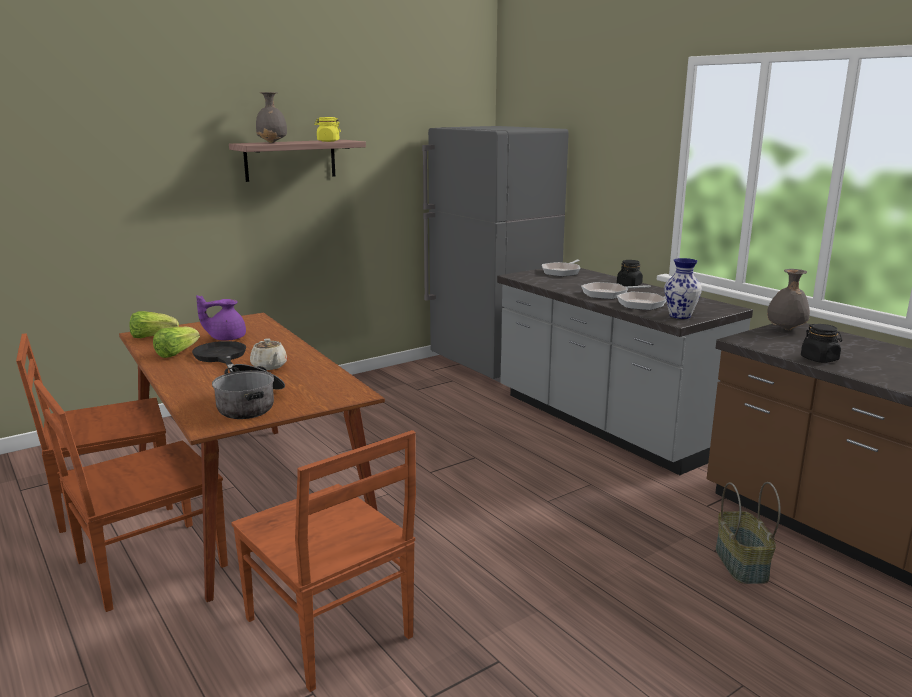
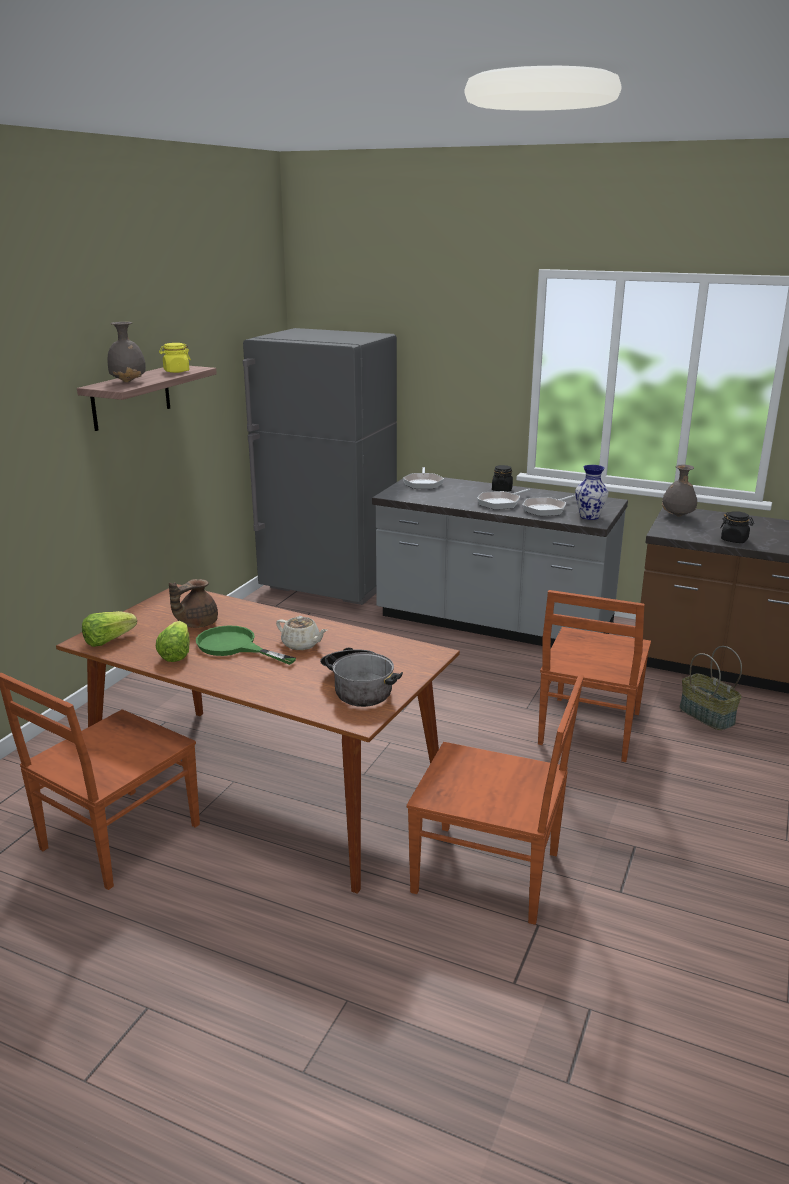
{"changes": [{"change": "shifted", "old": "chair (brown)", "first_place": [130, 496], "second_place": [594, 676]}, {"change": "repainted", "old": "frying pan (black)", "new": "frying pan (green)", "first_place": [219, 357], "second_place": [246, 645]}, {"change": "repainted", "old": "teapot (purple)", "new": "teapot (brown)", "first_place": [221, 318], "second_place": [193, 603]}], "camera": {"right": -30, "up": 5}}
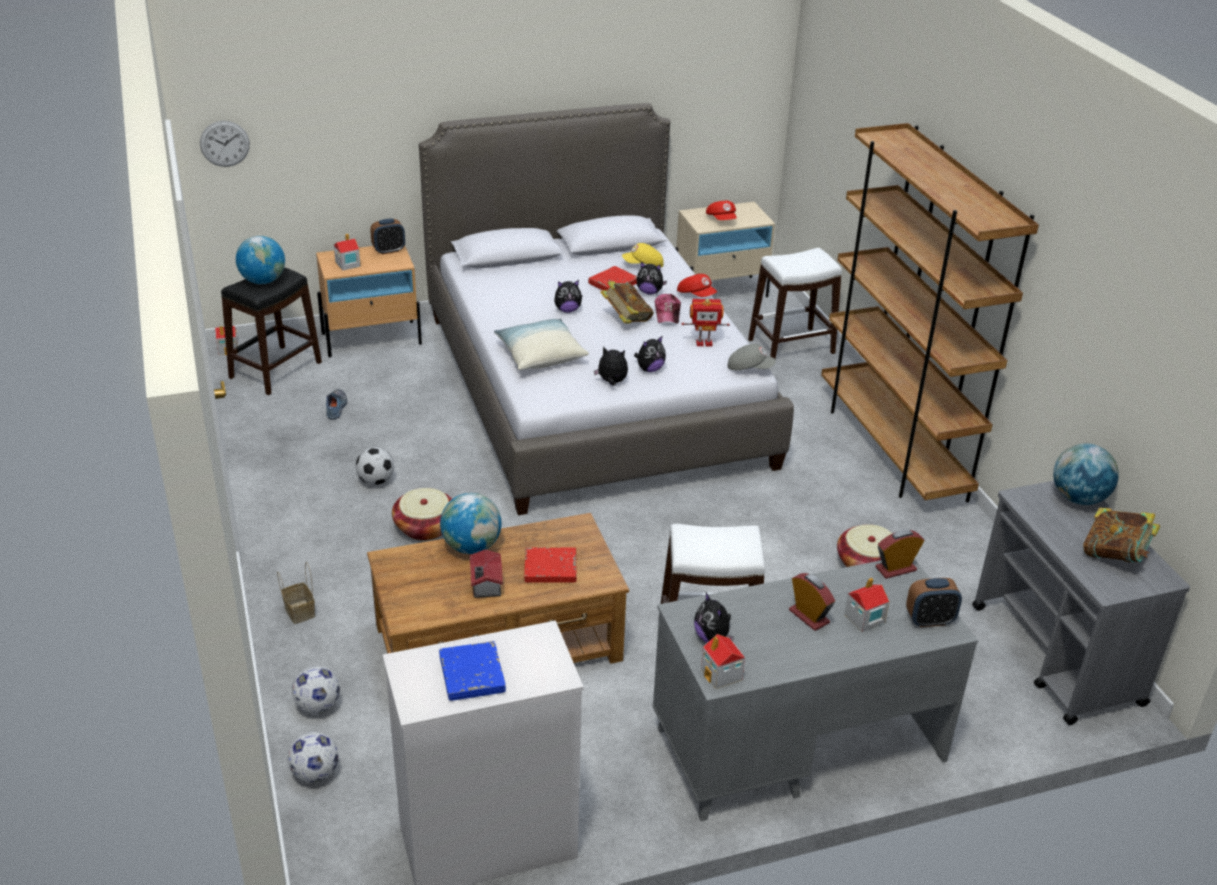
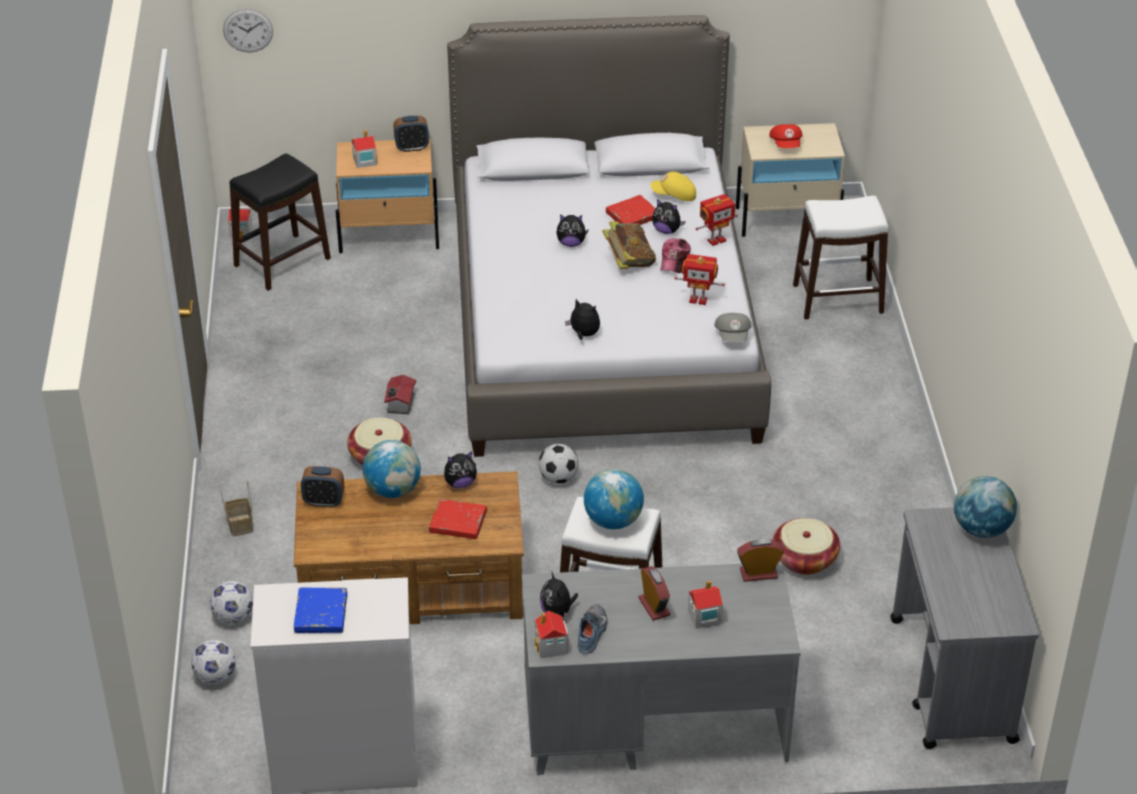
{"changes": [{"change": "shifted", "old": "globe", "first_place": [260, 260], "second_place": [614, 499]}, {"change": "shifted", "old": "shoe", "first_place": [336, 404], "second_place": [592, 629]}, {"change": "shifted", "old": "football", "first_place": [375, 466], "second_place": [559, 464]}, {"change": "shifted", "old": "toy house", "first_place": [486, 574], "second_place": [400, 394]}, {"change": "gone", "old": "pillow", "first_place": [541, 344]}, {"change": "shifted", "old": "plush toy", "first_place": [650, 354], "second_place": [460, 470]}, {"change": "swapped", "old": "cap (red)", "new": "toy robot", "first_place": [697, 285], "second_place": [717, 220]}, {"change": "rotated", "old": "cap (grey)", "first_place": [752, 357], "second_place": [733, 327], "degrees": 60}, {"change": "gone", "old": "bookcase (brown)", "first_place": [930, 313]}, {"change": "shifted", "old": "alarm clock", "first_place": [934, 602], "second_place": [323, 487]}, {"change": "gone", "old": "book", "first_place": [1121, 535]}], "camera": {"right": 15, "up": 5}}
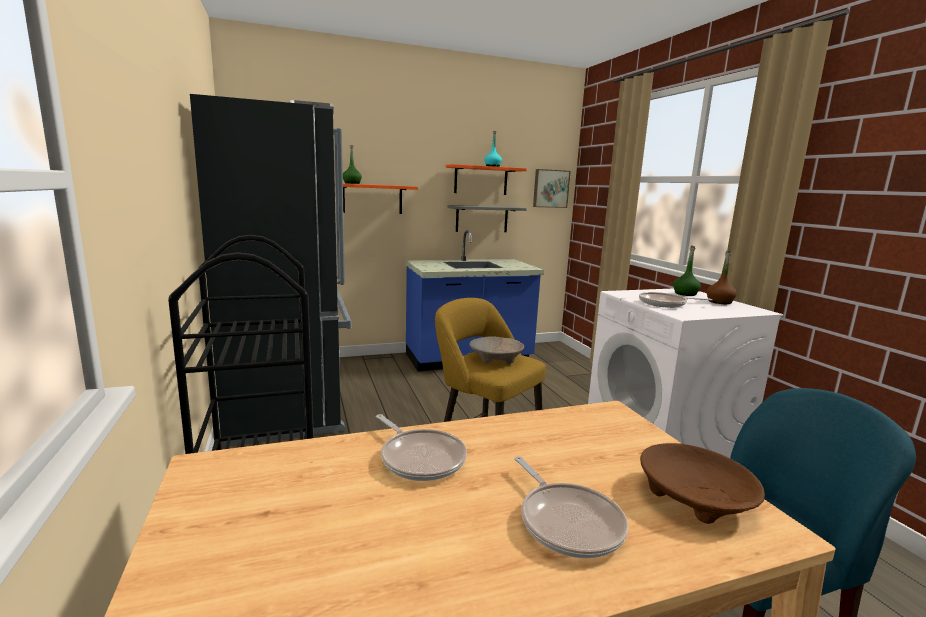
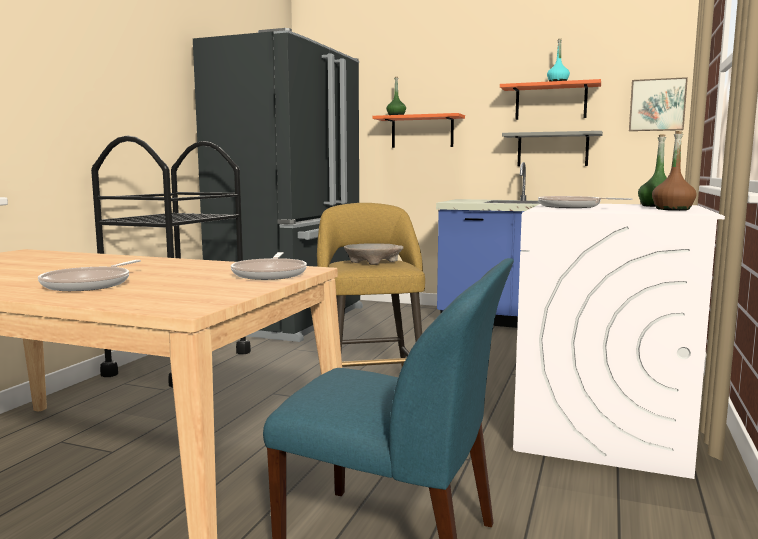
{"changes": [{"change": "shifted", "old": "frying pan", "first_place": [421, 447], "second_place": [269, 266]}, {"change": "gone", "old": "bowl (brown)", "first_place": [702, 483]}], "camera": {"right": 40, "up": -5}}
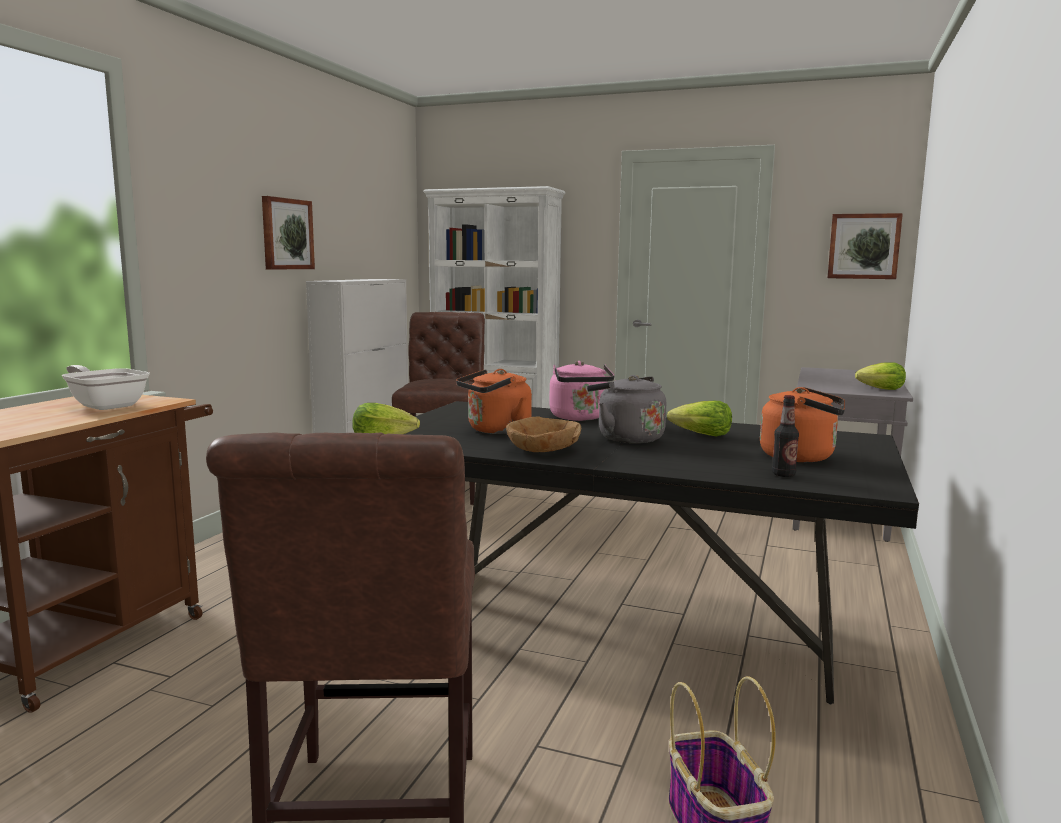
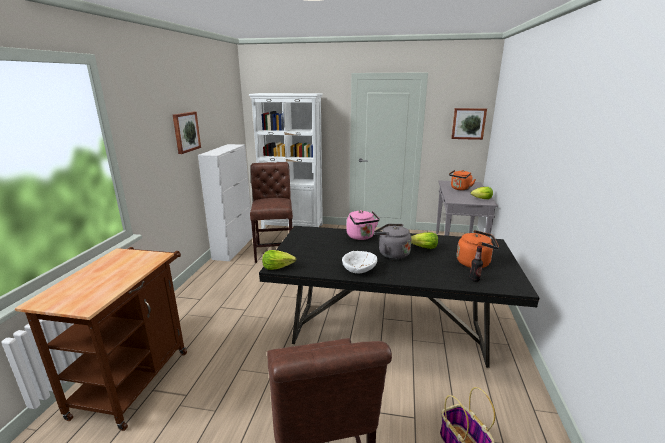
{"changes": [{"change": "gone", "old": "frying pan", "first_place": [106, 387]}, {"change": "shifted", "old": "kettle (orange)", "first_place": [494, 401], "second_place": [462, 180]}, {"change": "repainted", "old": "bowl (brown)", "new": "bowl (white)", "first_place": [543, 434], "second_place": [359, 262]}], "camera": {"right": -10, "up": 10}}
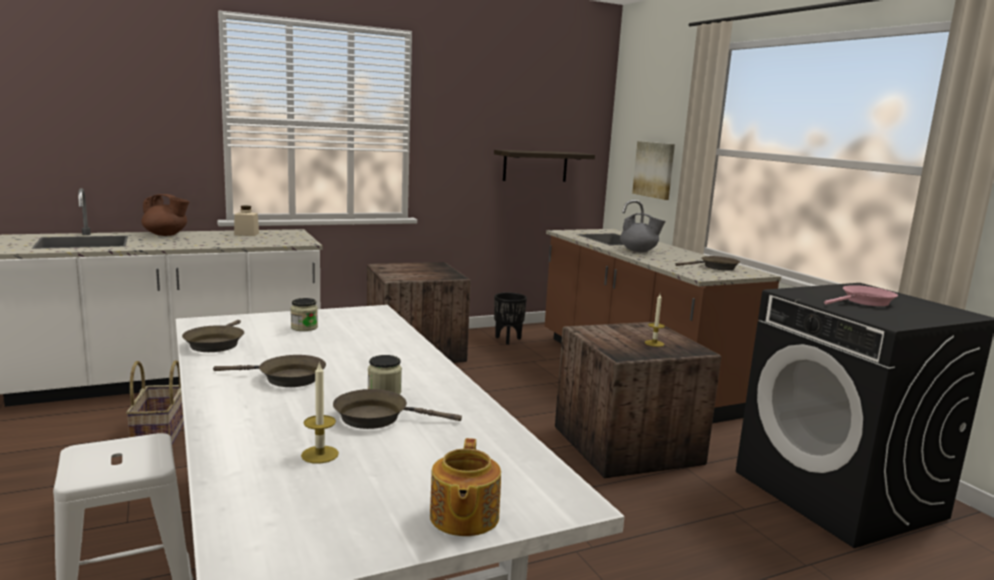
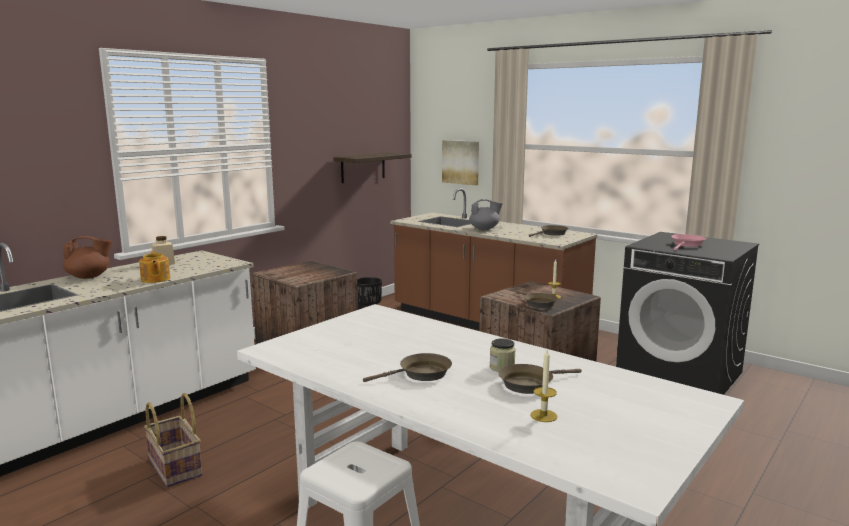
{"changes": [{"change": "shifted", "old": "frying pan (brown)", "first_place": [213, 336], "second_place": [537, 299]}, {"change": "gone", "old": "jar", "first_place": [304, 314]}, {"change": "shifted", "old": "teapot", "first_place": [465, 487], "second_place": [154, 267]}], "camera": {"right": -25, "up": 0}}
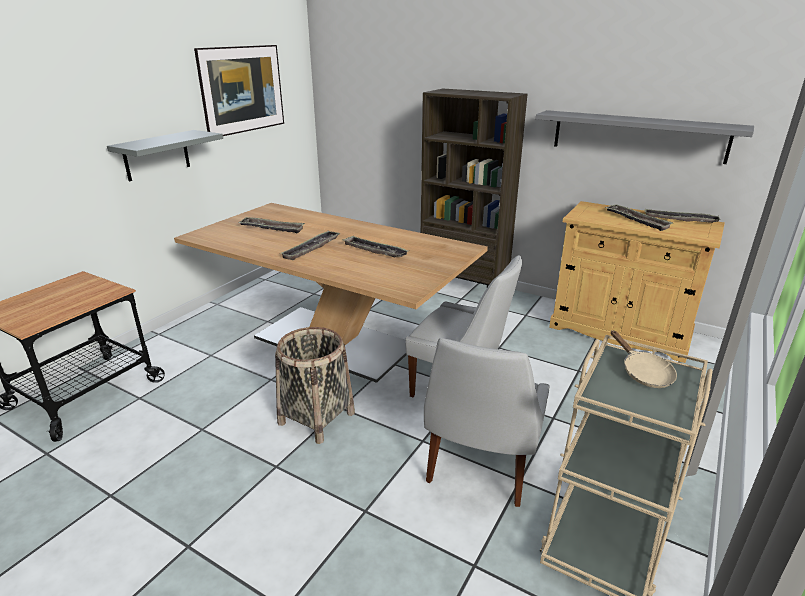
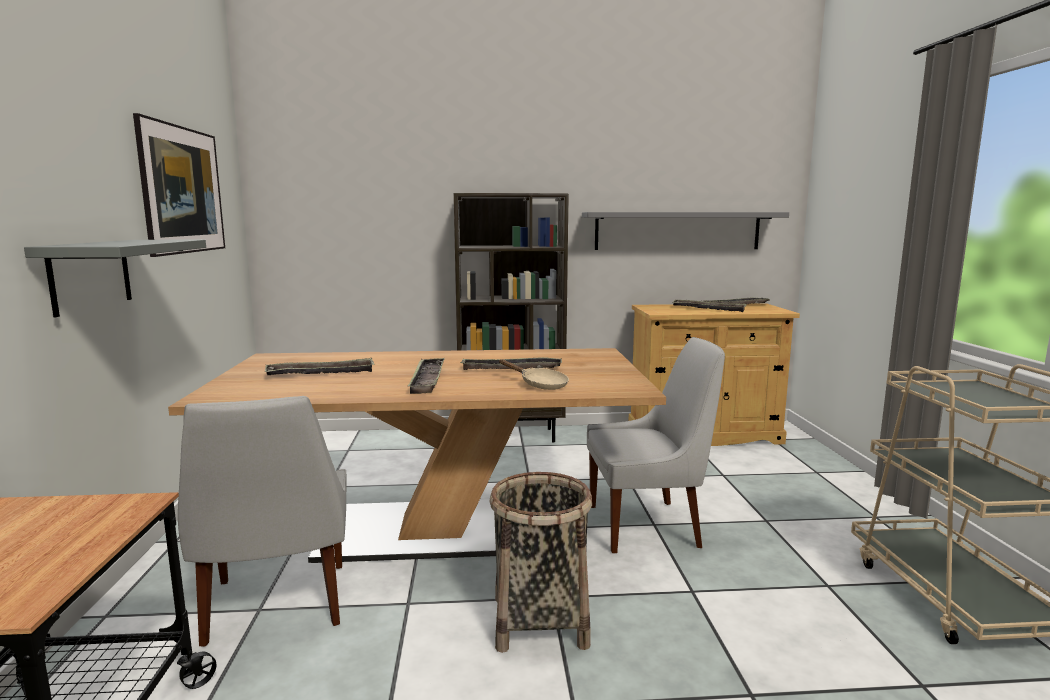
{"changes": [{"change": "shifted", "old": "chair (white)", "first_place": [487, 422], "second_place": [262, 521]}, {"change": "shifted", "old": "frying pan (beige)", "first_place": [644, 359], "second_place": [534, 374]}], "camera": {"right": -35, "up": -15}}
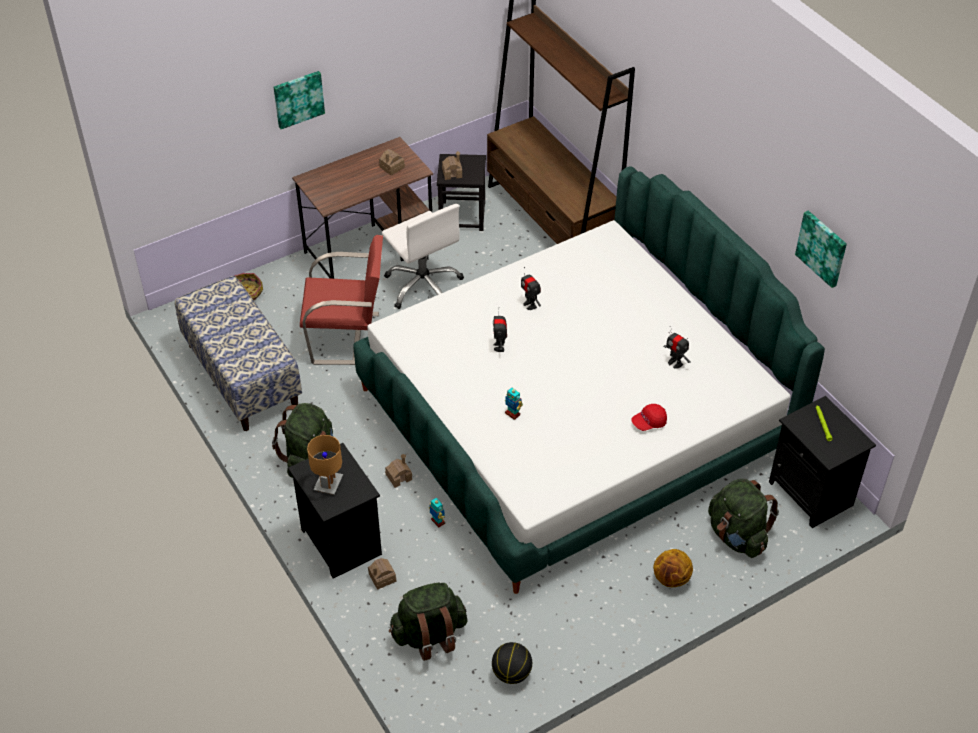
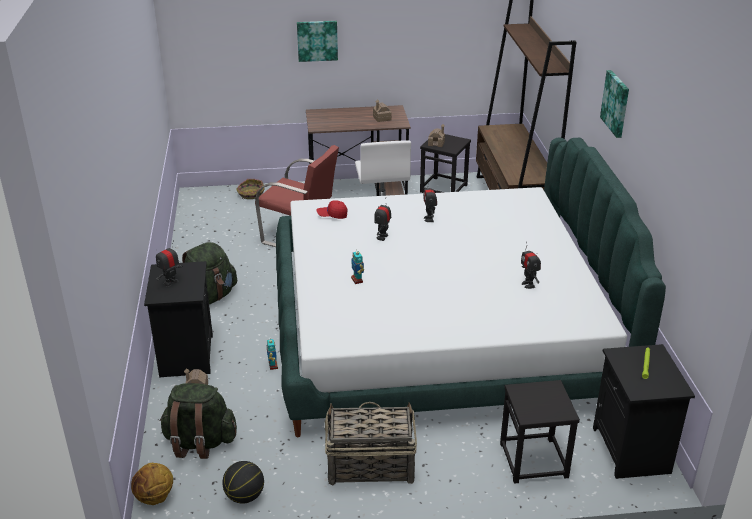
{"changes": [{"change": "gone", "old": "bench", "first_place": [238, 353]}, {"change": "swapped", "old": "table lamp (brown)", "new": "toy robot", "first_place": [325, 465], "second_place": [169, 263]}, {"change": "gone", "old": "toy house", "first_place": [398, 471]}, {"change": "shifted", "old": "cap (red)", "first_place": [649, 417], "second_place": [332, 209]}, {"change": "shifted", "old": "basketball", "first_place": [673, 568], "second_place": [152, 484]}, {"change": "swapped", "old": "backpack (green)", "new": "stool (black)", "first_place": [743, 518], "second_place": [540, 432]}, {"change": "shifted", "old": "picture", "first_place": [821, 249], "second_place": [614, 104]}, {"change": "new", "new": "basket", "second_place": [371, 443]}], "camera": {"right": 25, "up": -15}}
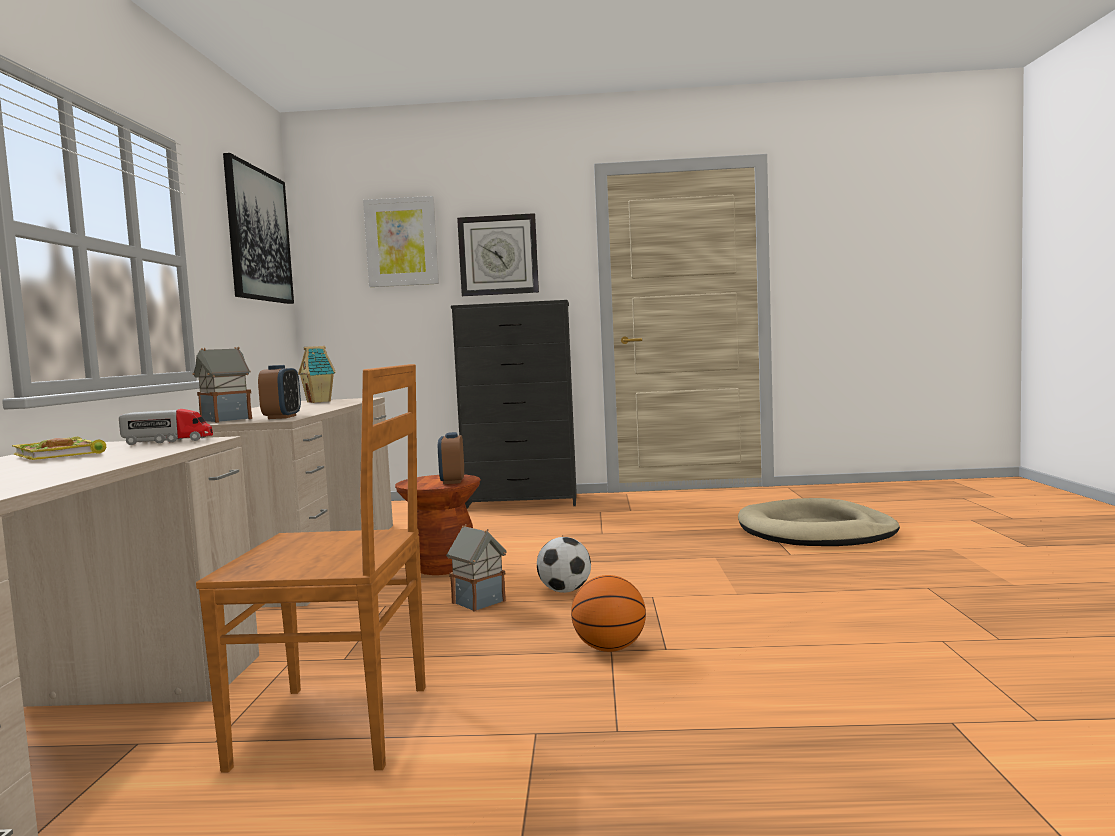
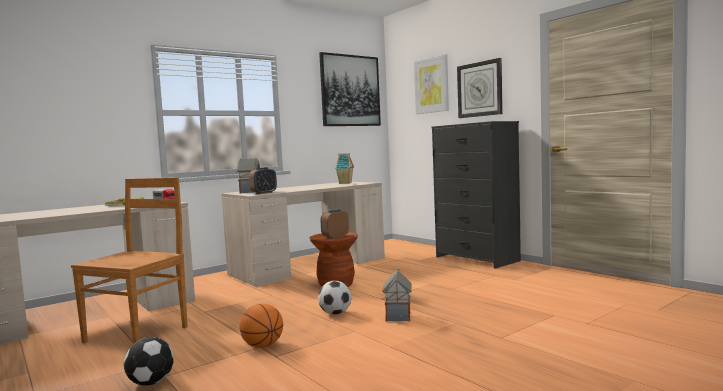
{"changes": [{"change": "rotated", "old": "chair (brown)", "first_place": [311, 568], "second_place": [129, 260], "degrees": -120}, {"change": "shifted", "old": "toy house", "first_place": [476, 568], "second_place": [397, 295]}, {"change": "gone", "old": "dog bed (beige)", "first_place": [819, 522]}, {"change": "new", "new": "football", "second_place": [149, 361]}], "camera": {"right": 50, "up": 0}}
